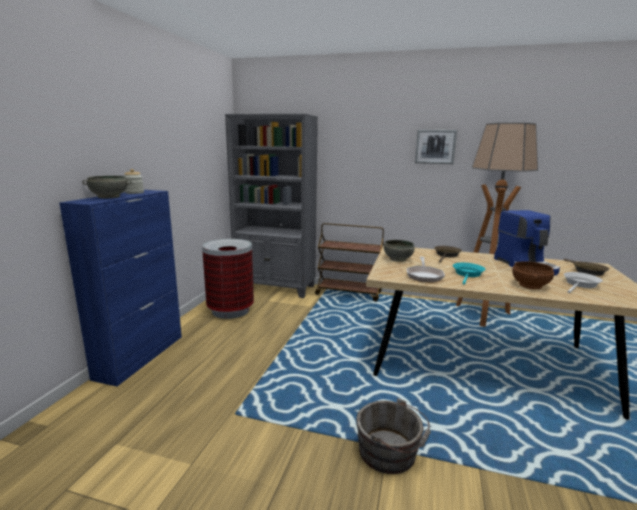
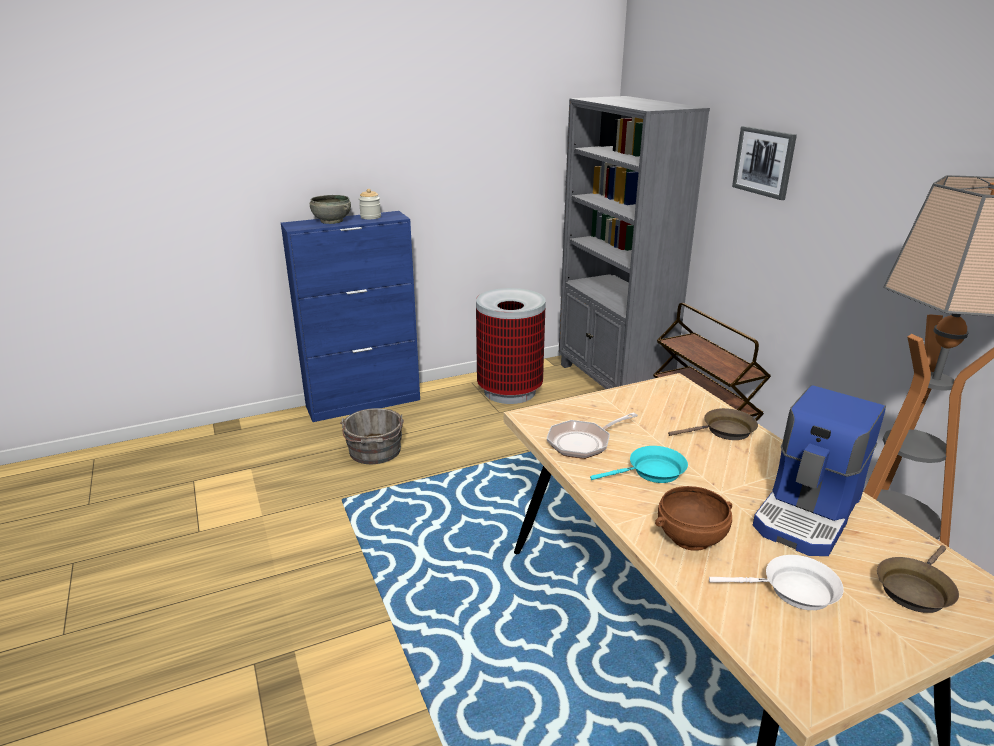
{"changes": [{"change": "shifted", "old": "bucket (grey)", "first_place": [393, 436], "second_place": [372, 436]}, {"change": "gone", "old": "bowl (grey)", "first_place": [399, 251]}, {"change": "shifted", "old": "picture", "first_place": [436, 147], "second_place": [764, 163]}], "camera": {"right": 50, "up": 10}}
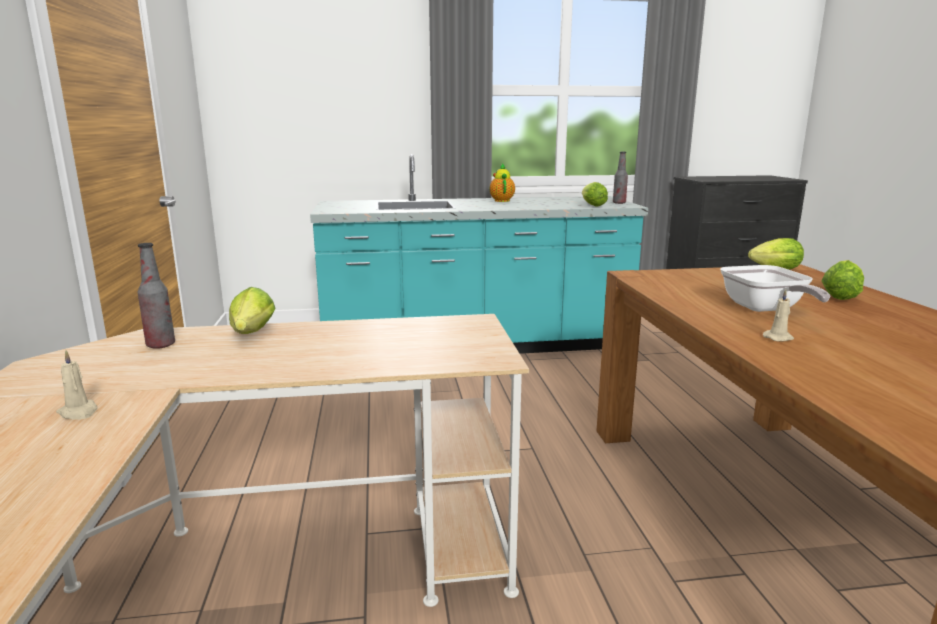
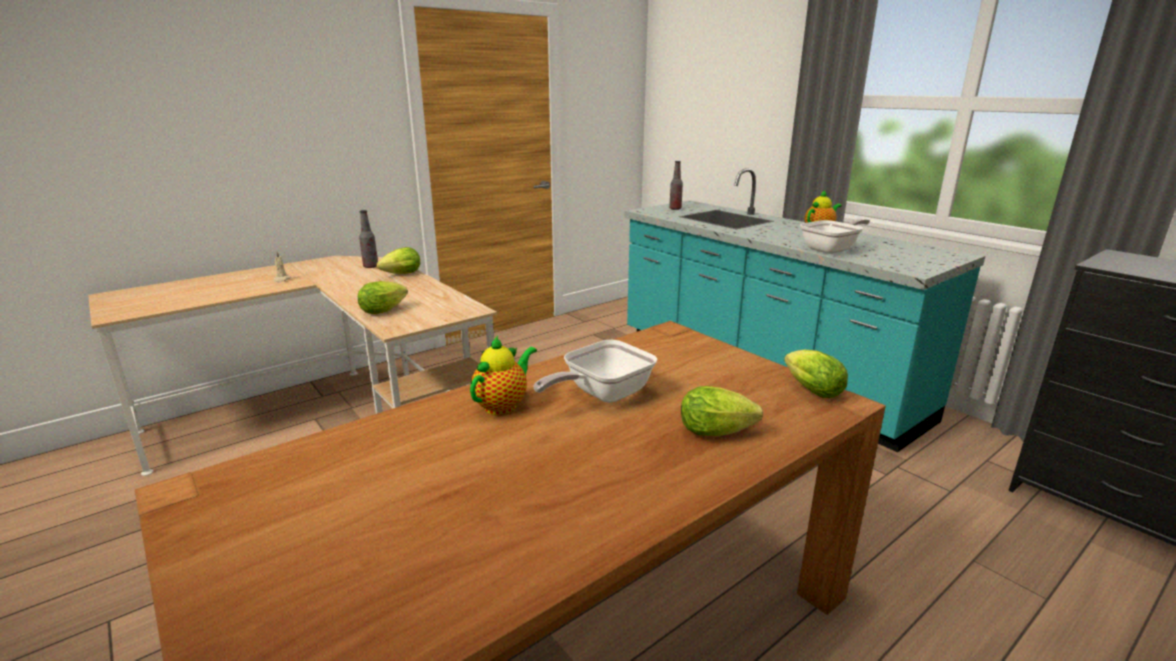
{"changes": [{"change": "shifted", "old": "lettuce", "first_place": [595, 194], "second_place": [383, 297]}, {"change": "shifted", "old": "bottle", "first_place": [620, 178], "second_place": [676, 185]}, {"change": "swapped", "old": "candle (beige)", "new": "teapot", "first_place": [778, 315], "second_place": [503, 375]}, {"change": "new", "new": "frying pan", "second_place": [835, 236]}], "camera": {"right": 60, "up": 5}}
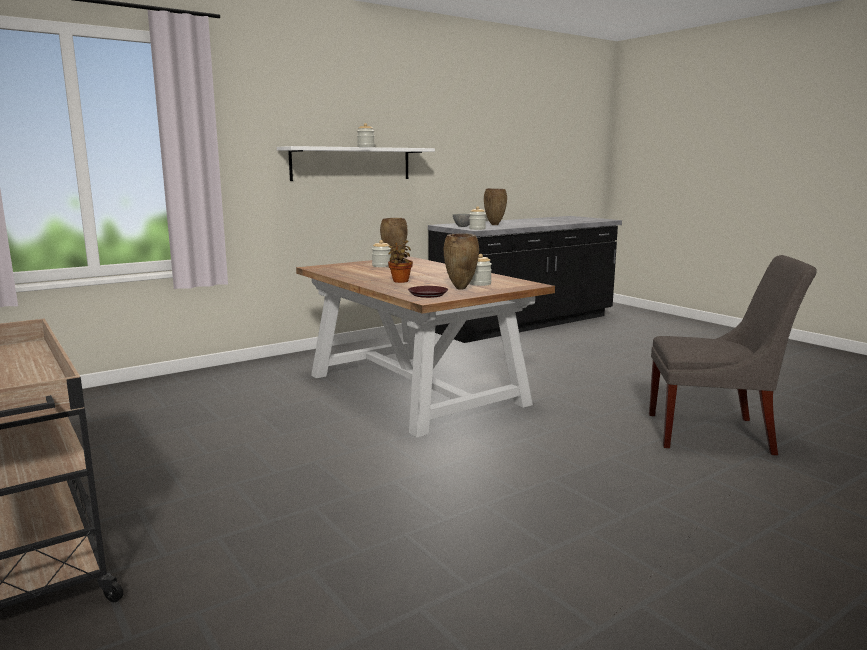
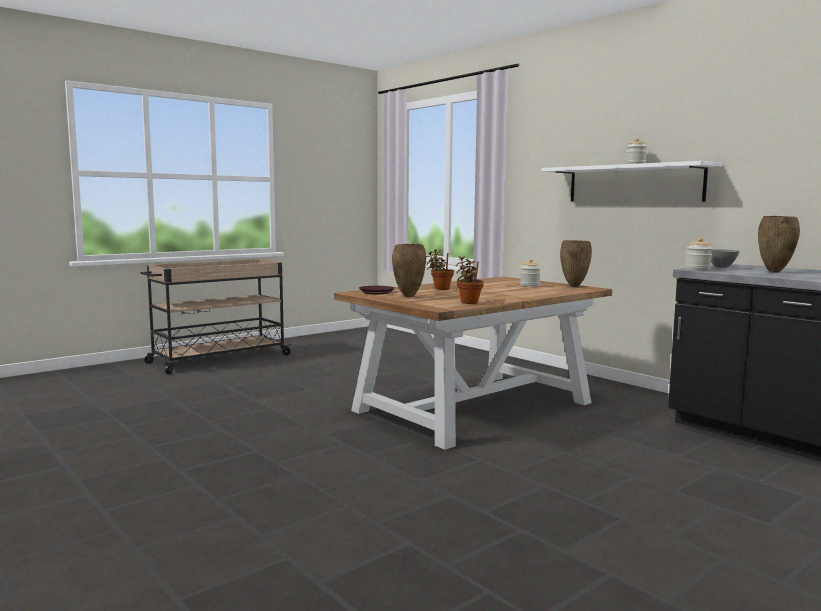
{"changes": [{"change": "gone", "old": "jar", "first_place": [480, 270]}, {"change": "gone", "old": "chair (grey)", "first_place": [733, 355]}, {"change": "new", "new": "potted plant", "second_place": [470, 280]}], "camera": {"right": 85, "up": -5}}
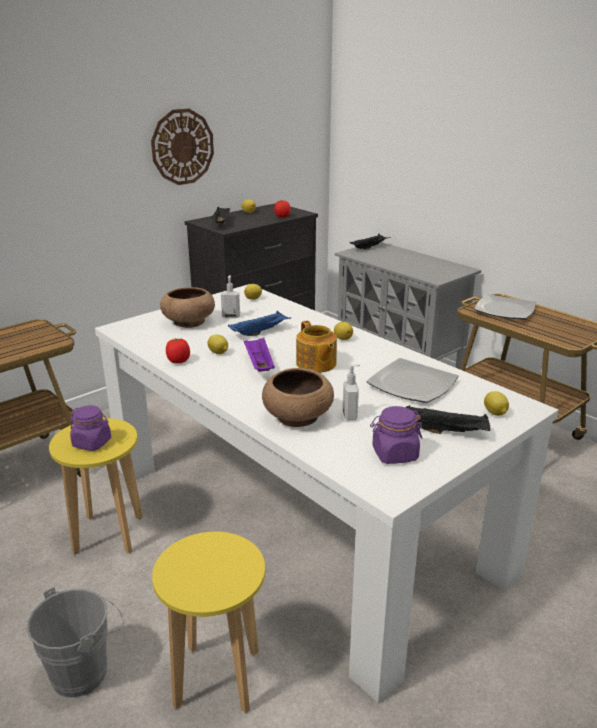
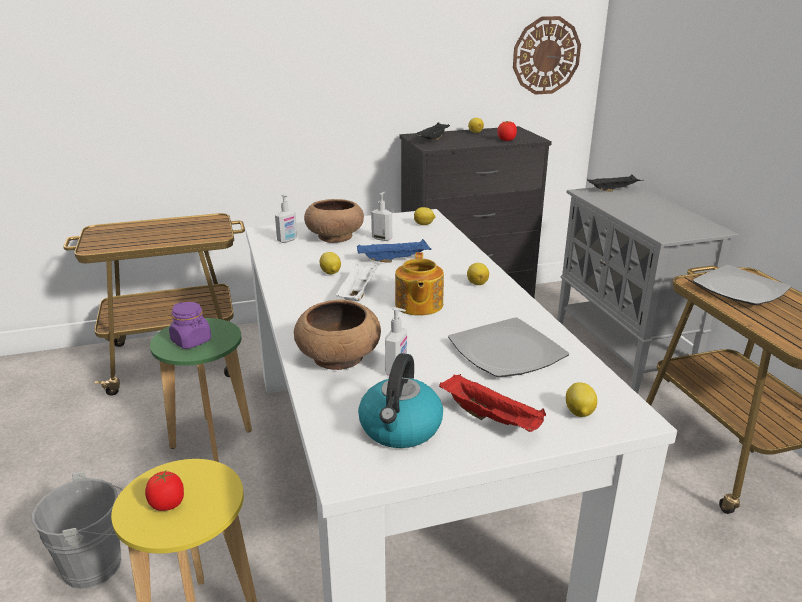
{"changes": [{"change": "repainted", "old": "stool (yellow)", "new": "stool (green)", "first_place": [96, 486], "second_place": [201, 390]}, {"change": "shifted", "old": "wall clock", "first_place": [182, 147], "second_place": [547, 55]}, {"change": "shifted", "old": "tomato", "first_place": [178, 350], "second_place": [164, 490]}, {"change": "repainted", "old": "tray (purple)", "new": "tray (white)", "first_place": [259, 355], "second_place": [357, 282]}, {"change": "swapped", "old": "jar (purple)", "new": "kettle", "first_place": [396, 435], "second_place": [400, 400]}, {"change": "repainted", "old": "tray (black)", "new": "tray (red)", "first_place": [448, 419], "second_place": [492, 403]}, {"change": "new", "new": "soap dispenser", "second_place": [286, 218]}], "camera": {"right": 25, "up": 0}}
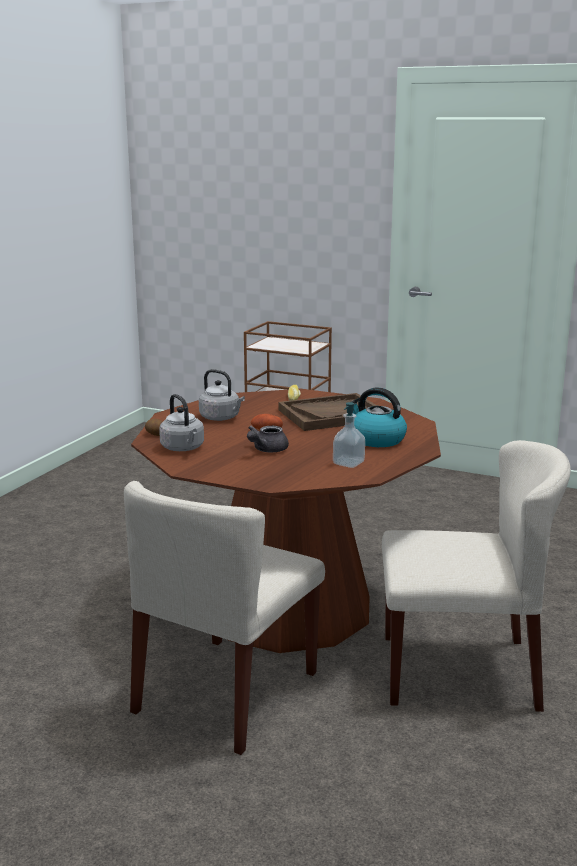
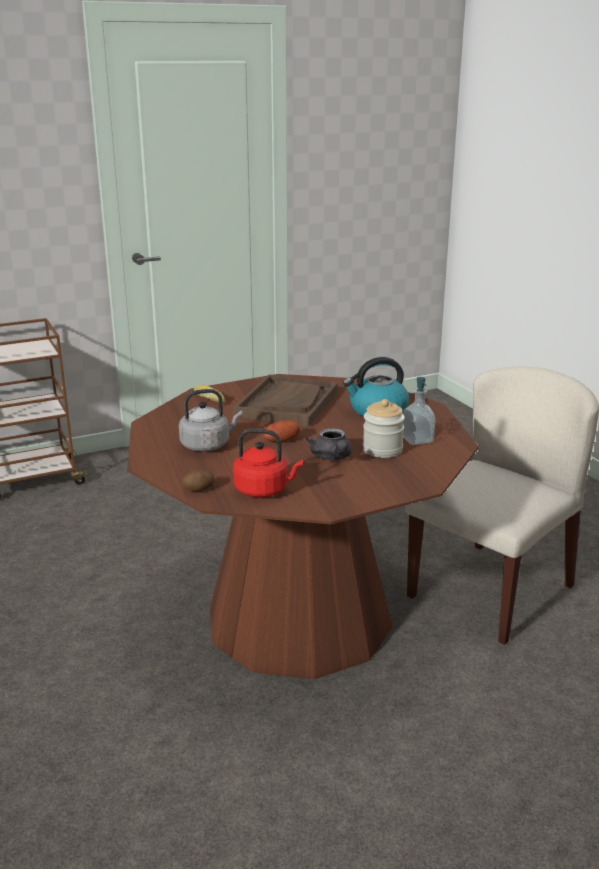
{"changes": [{"change": "gone", "old": "chair (beige)", "first_place": [224, 618]}, {"change": "repainted", "old": "kettle (grey)", "new": "kettle (red)", "first_place": [181, 422], "second_place": [268, 463]}, {"change": "new", "new": "jar", "second_place": [384, 428]}], "camera": {"right": -50, "up": 5}}
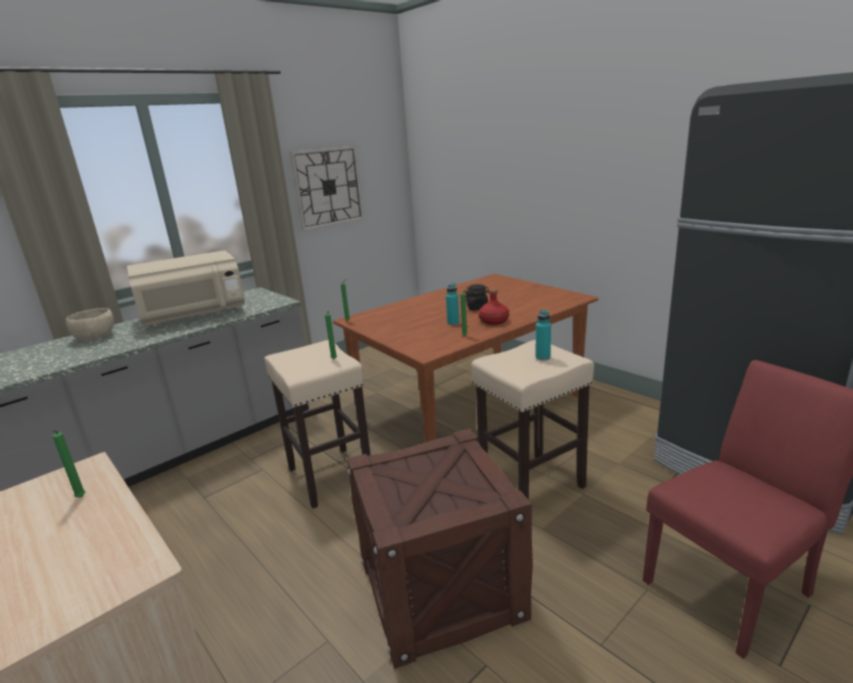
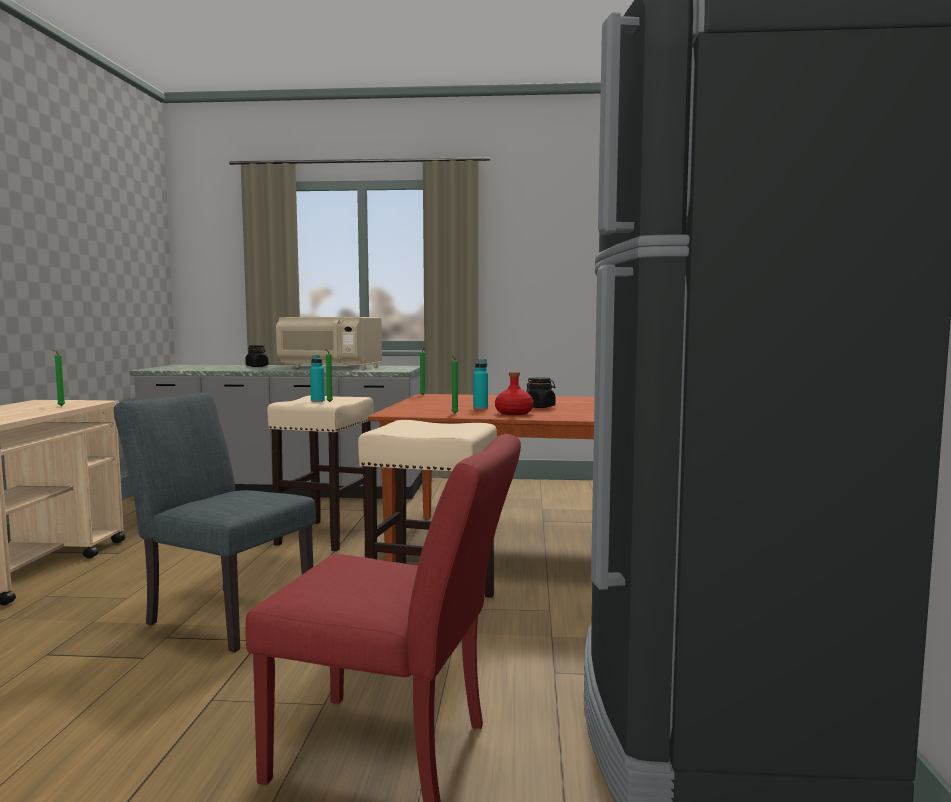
{"changes": [{"change": "swapped", "old": "bowl (beige)", "new": "jar (black)", "first_place": [90, 324], "second_place": [257, 356]}, {"change": "gone", "old": "wall clock", "first_place": [327, 188]}, {"change": "swapped", "old": "crate", "new": "chair (grey)", "first_place": [440, 549], "second_place": [215, 522]}, {"change": "shifted", "old": "bottle (turquoise)", "first_place": [543, 335], "second_place": [317, 378]}], "camera": {"right": 45, "up": -15}}
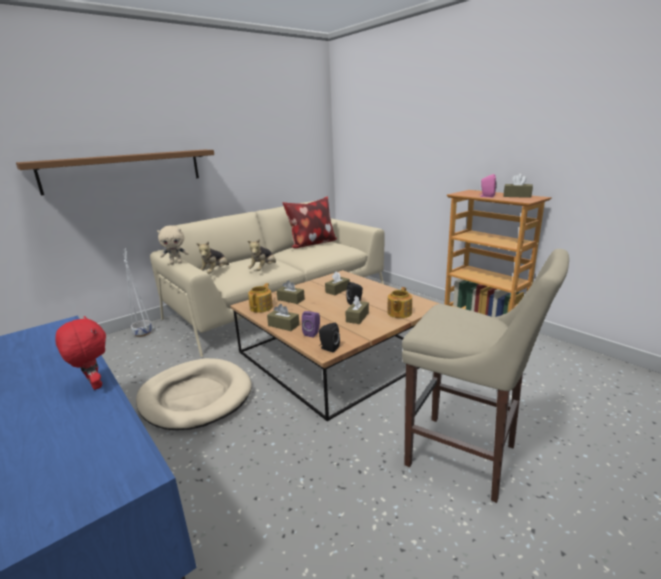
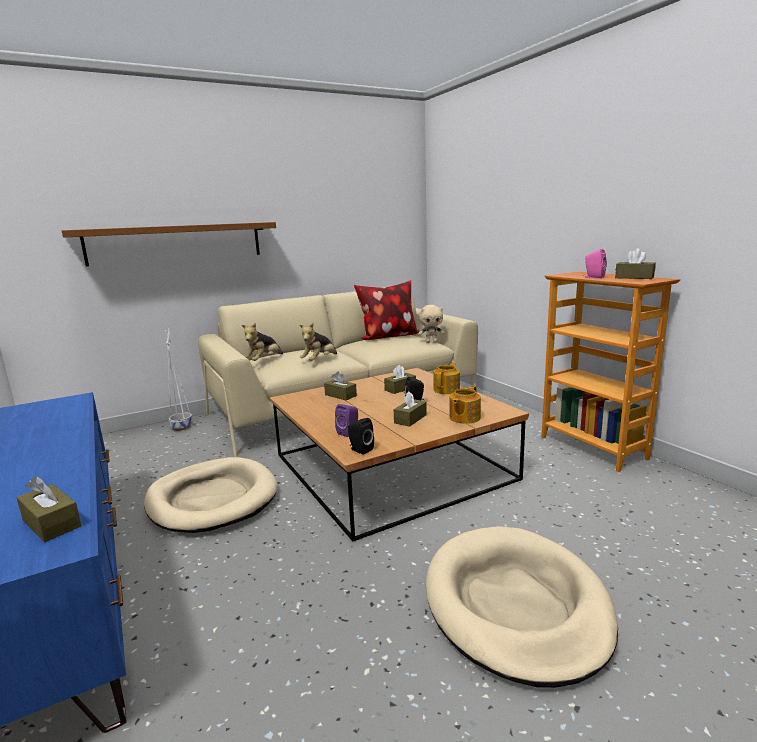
{"changes": [{"change": "gone", "old": "plush toy (red)", "first_place": [80, 353]}, {"change": "shifted", "old": "plush toy (beige)", "first_place": [173, 244], "second_place": [431, 324]}, {"change": "shifted", "old": "teapot", "first_place": [260, 298], "second_place": [446, 378]}, {"change": "shifted", "old": "tissue box (brown)", "first_place": [283, 317], "second_place": [49, 509]}, {"change": "swapped", "old": "stool (beige)", "new": "dog bed (beige)", "first_place": [485, 376], "second_place": [522, 607]}], "camera": {"right": 10, "up": -5}}
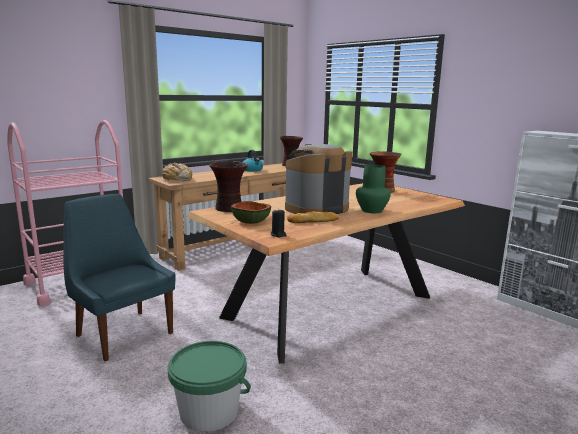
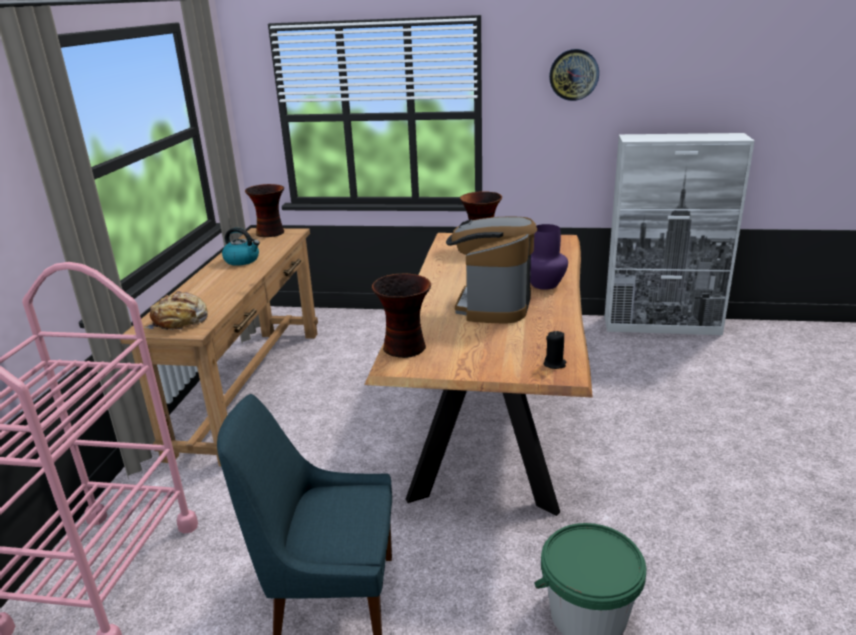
{"changes": [{"change": "gone", "old": "bowl", "first_place": [251, 212]}, {"change": "gone", "old": "bread", "first_place": [313, 217]}, {"change": "repainted", "old": "vase (green)", "new": "vase (purple)", "first_place": [373, 188], "second_place": [549, 257]}, {"change": "new", "new": "wall clock", "second_place": [574, 75]}], "camera": {"right": -40, "up": 10}}
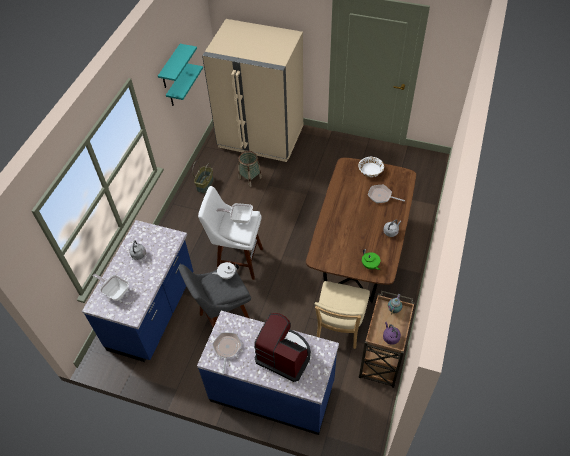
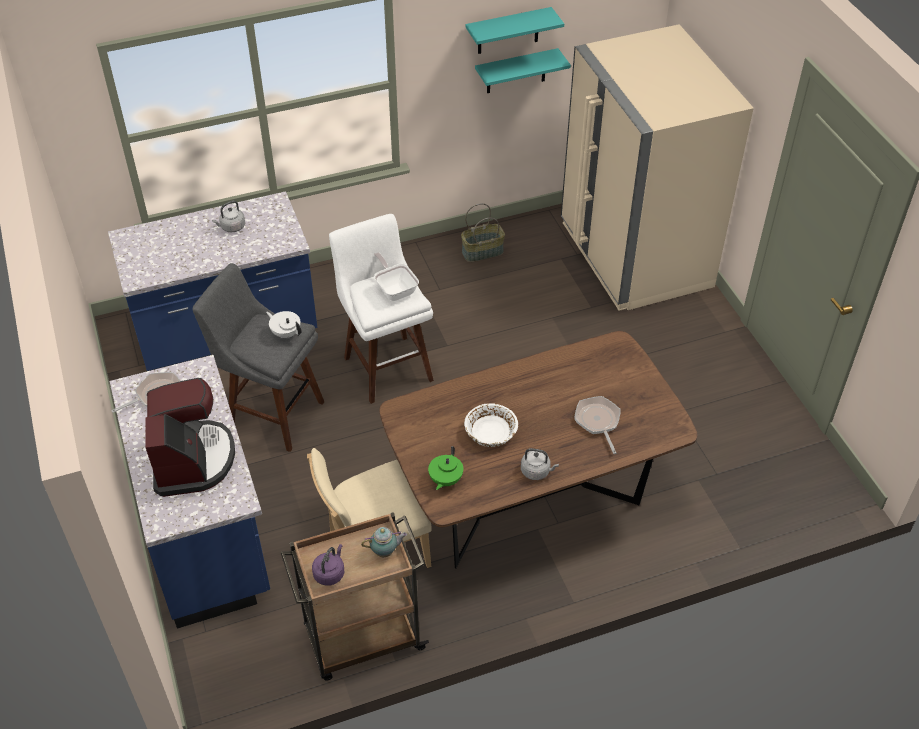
{"changes": [{"change": "gone", "old": "frying pan", "first_place": [110, 287]}, {"change": "gone", "old": "basket", "first_place": [250, 169]}, {"change": "shifted", "old": "bowl (white)", "first_place": [371, 167], "second_place": [491, 425]}], "camera": {"right": 50, "up": -5}}
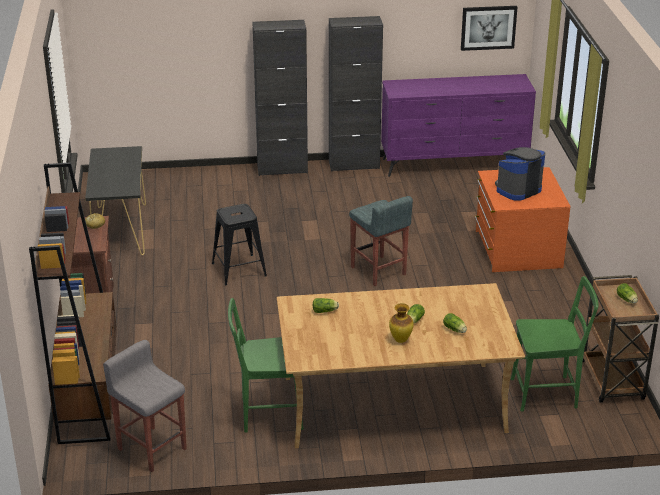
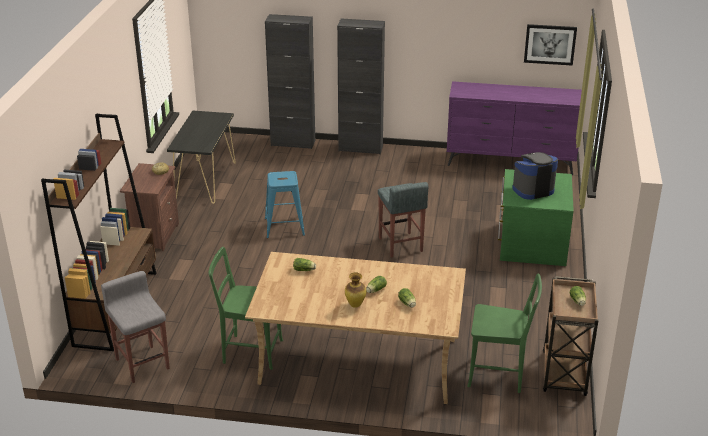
{"changes": [{"change": "repainted", "old": "stool (black)", "new": "stool (blue)", "first_place": [239, 244], "second_place": [285, 204]}, {"change": "shifted", "old": "cabinet (black)", "first_place": [356, 94], "second_place": [290, 81]}, {"change": "repainted", "old": "dresser (orange)", "new": "dresser (green)", "first_place": [523, 219], "second_place": [536, 217]}], "camera": {"right": 15, "up": 0}}
